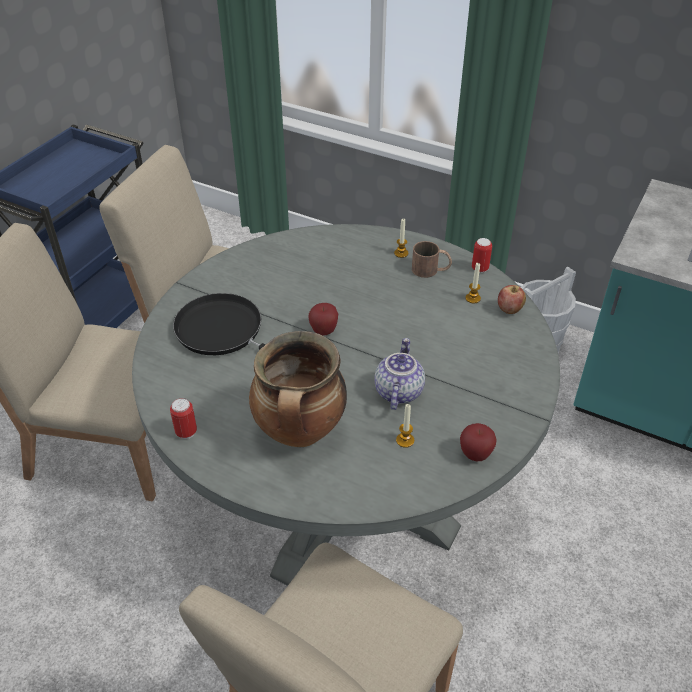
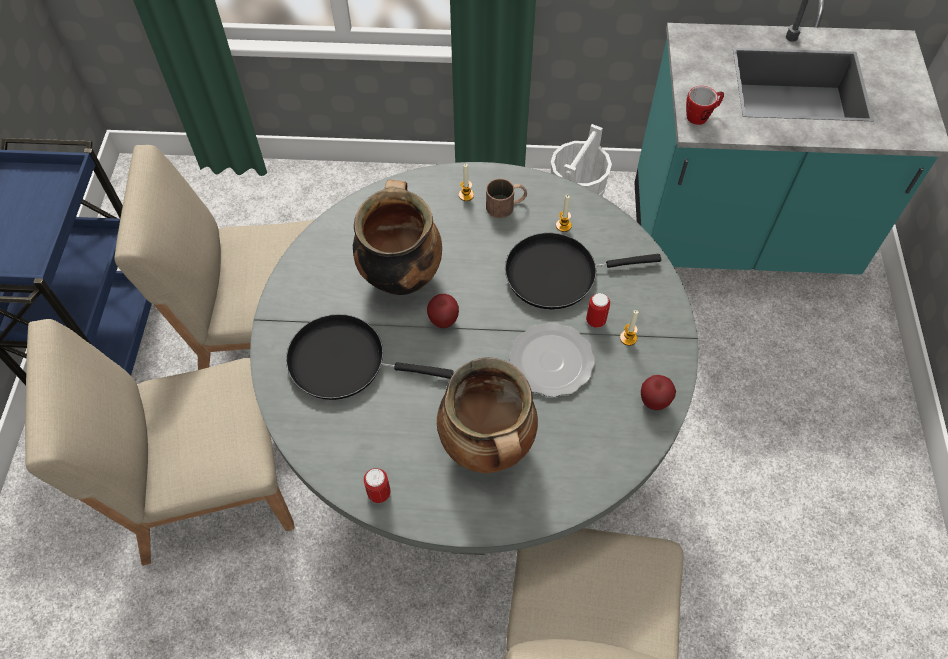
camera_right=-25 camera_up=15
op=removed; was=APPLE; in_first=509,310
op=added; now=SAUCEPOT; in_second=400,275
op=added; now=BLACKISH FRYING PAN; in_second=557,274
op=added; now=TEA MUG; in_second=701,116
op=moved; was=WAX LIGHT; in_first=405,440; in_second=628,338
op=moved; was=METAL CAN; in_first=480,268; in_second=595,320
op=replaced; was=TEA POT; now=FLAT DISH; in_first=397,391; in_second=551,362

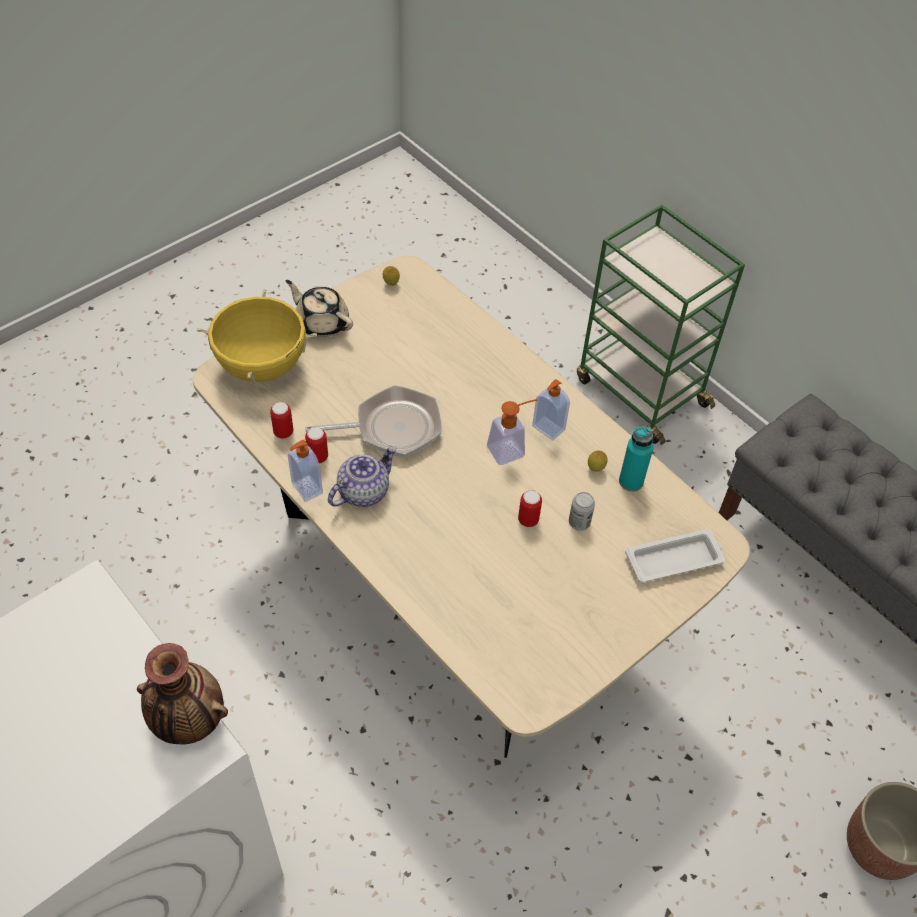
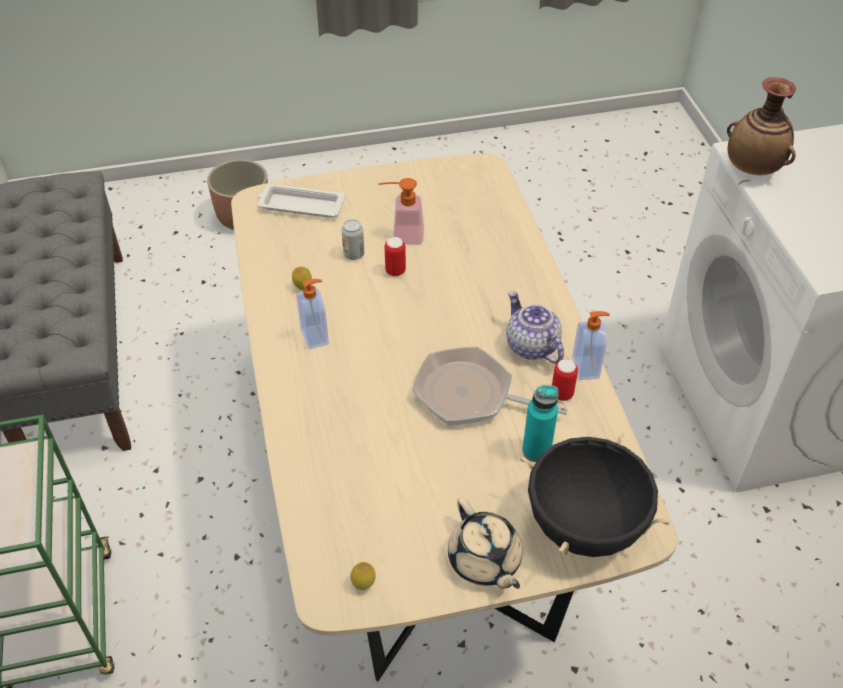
camera_right=-150 camera_up=-5
op=removed; was=METAL CAN; in_first=283,432
op=moved; was=SOAP DISPENSER; in_first=511,449; in_second=401,235
op=moved; was=BLUE-GREEN DRINK BOTTLE; in_first=631,481; in_second=536,451
op=recoloured; was=YELLOWISH SAUCEPOT; now=BLACKISH SAUCEPOT; in_first=262,366; in_second=584,526
op=turned; was=TEA POT; in_first=363,491; in_second=531,346; clockwise=75

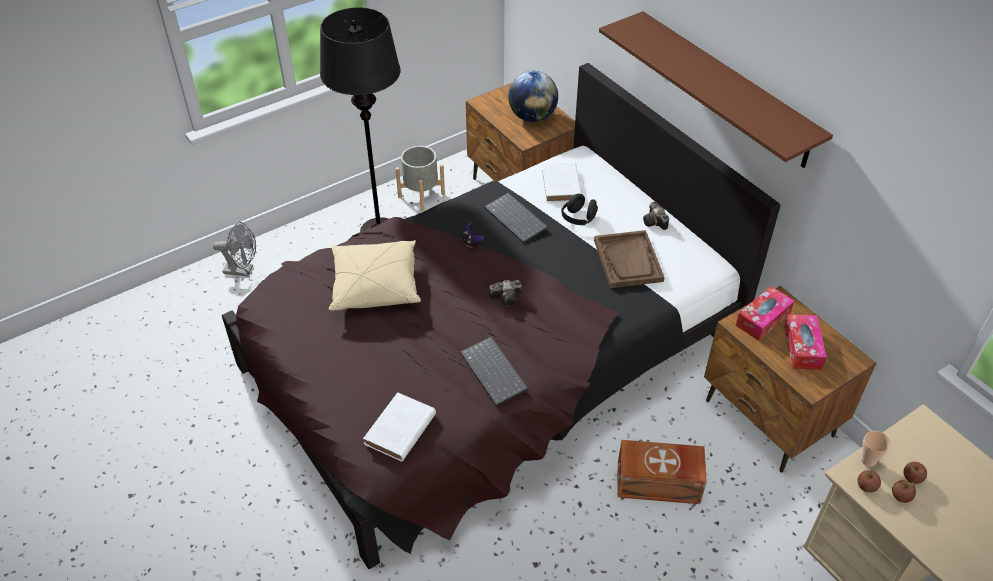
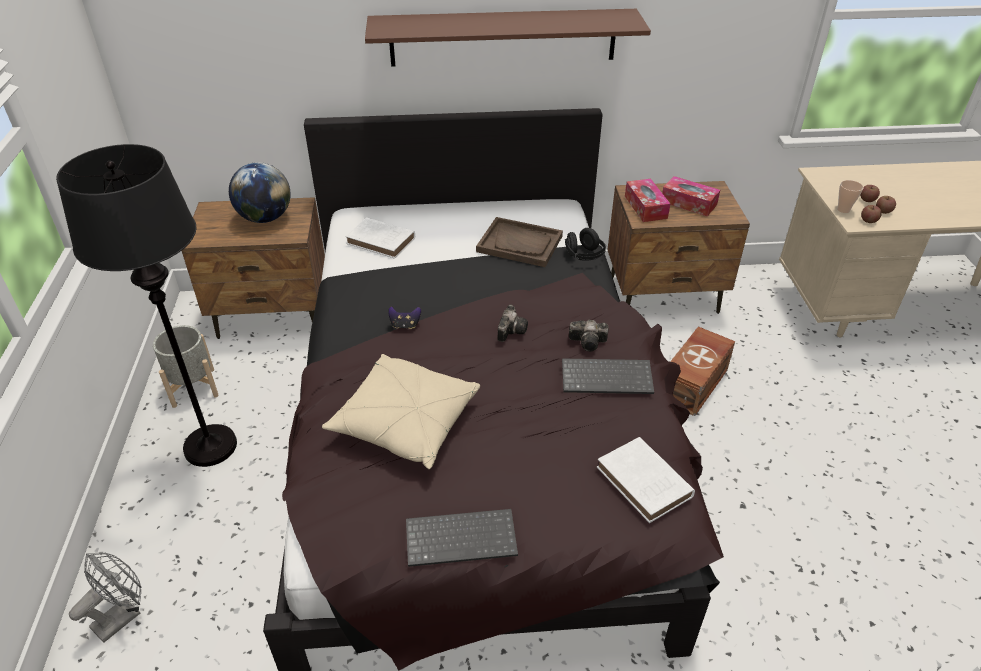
camera_right=-60 camera_up=-5
op=moved; was=PC KEYBOARD; in_first=517,219; in_second=462,537
op=moved; was=BLACKISH PAIR OF HEADPHONES; in_first=578,219; in_second=584,256
op=moved; was=STILL CAMERA; in_first=655,222; in_second=589,342

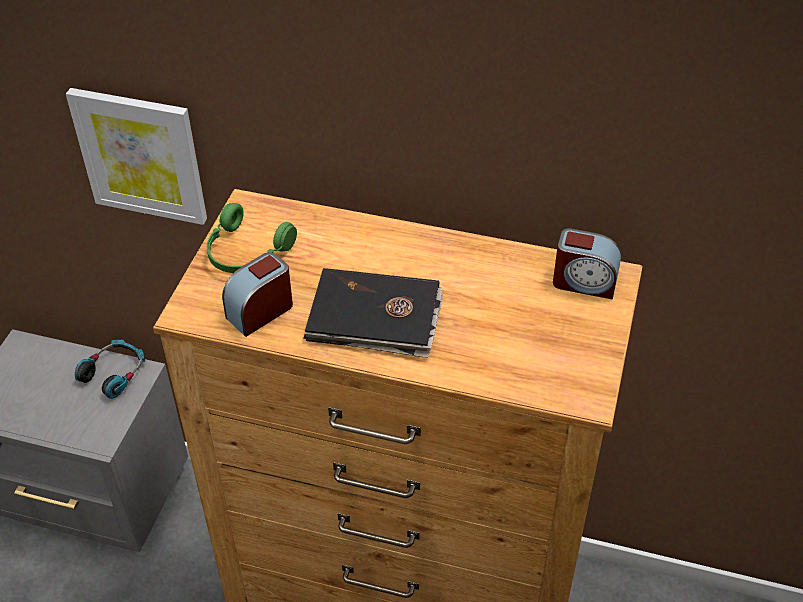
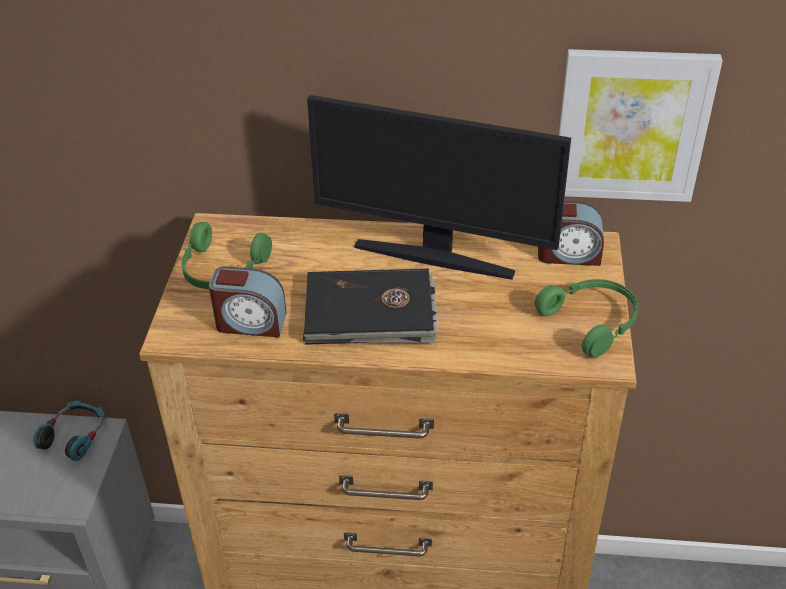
camera_right=-10 camera_up=-5
op=added; now=COMPUTER DISPLAY; in_second=435,256
op=added; now=GREEN PAIR OF HEADPHONES; in_second=592,321
op=moved; was=PICTURE; in_first=141,155; in_second=631,125
op=turned; was=ALARM CLOCK; in_first=260,311; in_second=250,323; clockwise=-120

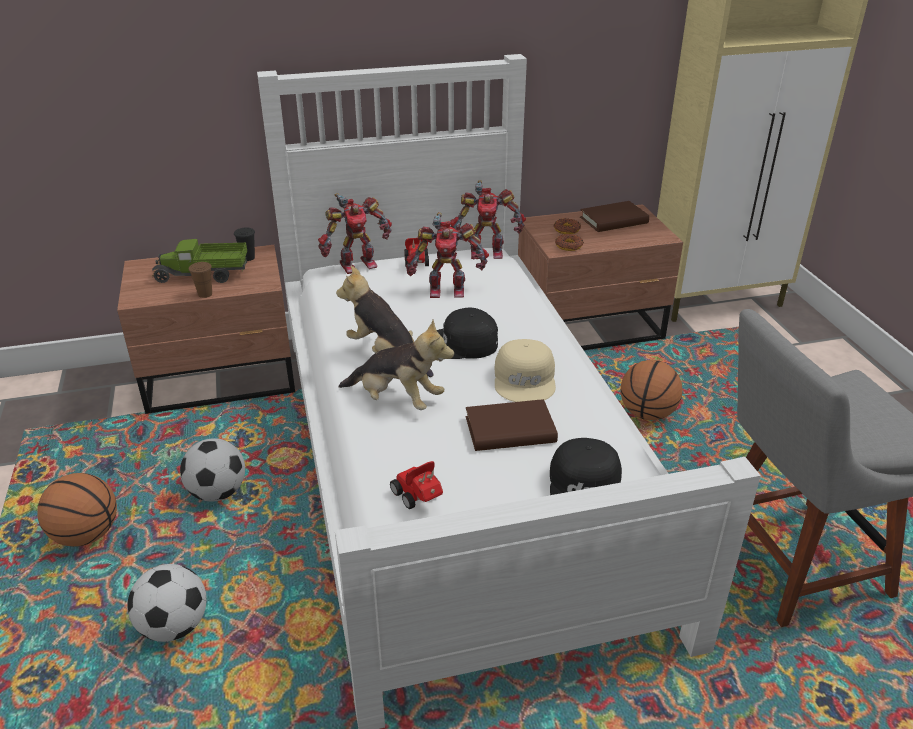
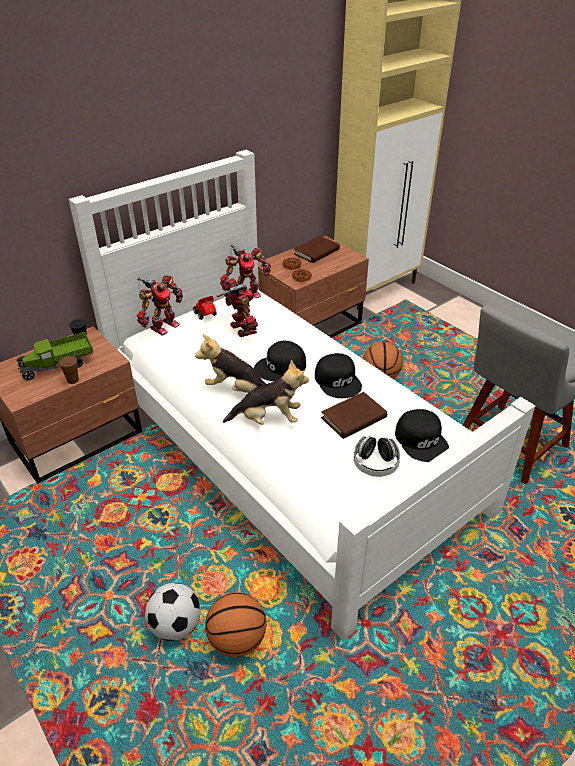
camera_right=-25 camera_up=5
op=removed; was=FOOTBALL BALL; in_first=218,493
op=removed; was=MODEL CAR; in_first=419,498
op=added; now=PAIR OF HEADPHONES; in_second=375,464
op=moved; was=BASKETBALL BALL; in_first=87,535; in_second=237,639
op=recoloured; was=SAND-COLOURED PEAKED CAP; now=BLACKISH PEAKED CAP; in_first=525,379; in_second=338,381
op=turned; was=TOY ROBOT; in_first=446,289; in_second=241,330; clockwise=-90

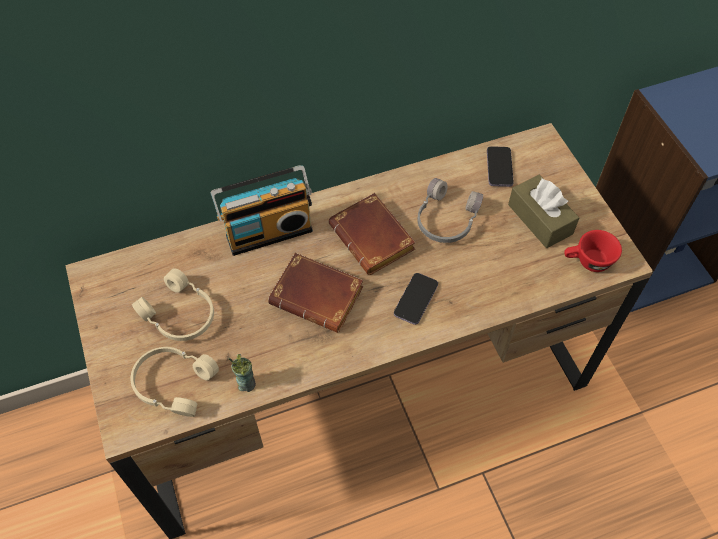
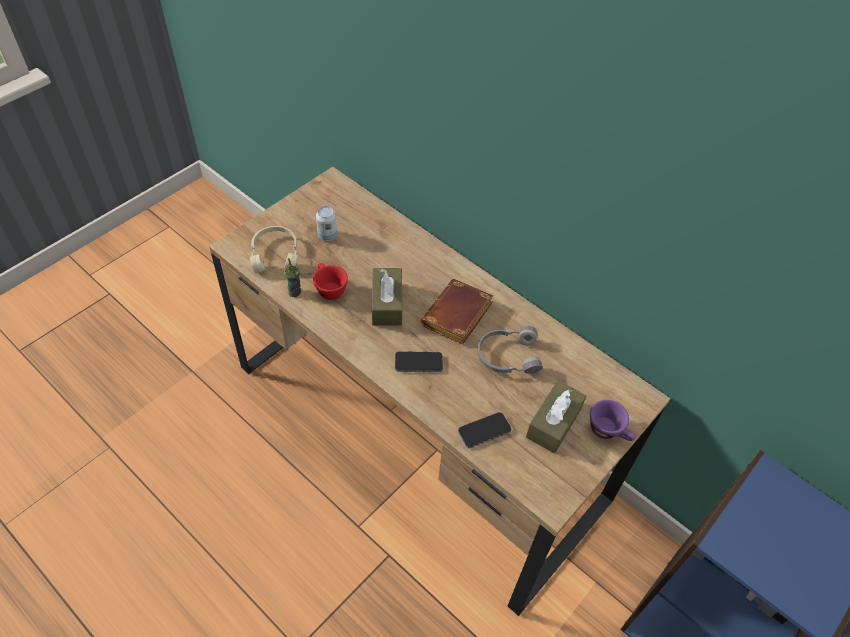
camera_right=60 camera_up=-5
op=removed; was=RADIO; in_first=268,231
op=added; now=PURPLE CUP; in_second=609,431
op=moved; was=TELEPHONE; in_first=499,168; in_second=484,431
op=moved; was=RED-COLOURED CUP; in_first=587,262; in_second=328,288
op=replaced; was=SAND-COLOURED PAIR OF HEADPHONES; now=METAL CAN; in_first=179,315; in_second=327,235
op=replaced; was=BROWN-COLOURED BOUND BOOK; now=BROWN-COLOURED TISSUE HOLDER; in_first=320,296; in_second=387,304

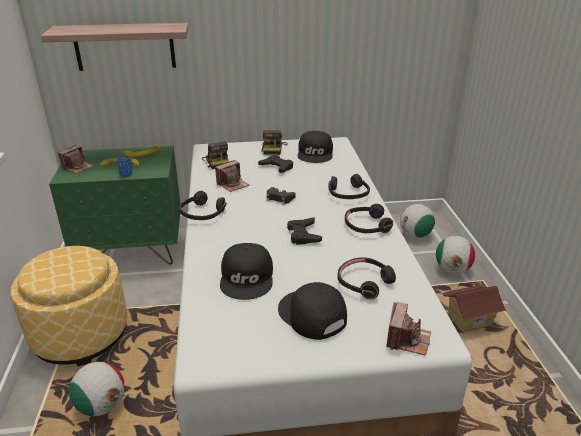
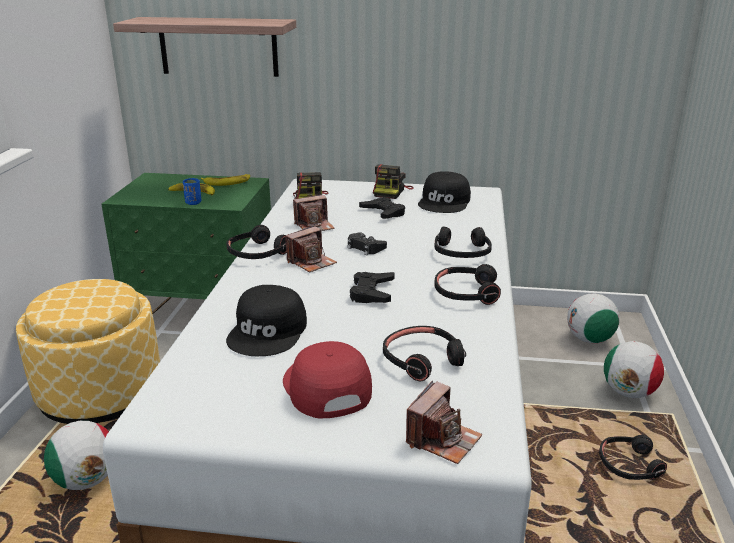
camera_right=15 camera_up=-5
op=moved; was=STILL CAMERA; in_first=78,167; in_second=311,262
op=replaced; was=TOY HOUSE; now=BLACKISH PAIR OF HEADPHONES; in_first=469,320; in_second=629,465
op=recoloured; was=BLACKISH PEAKED CAP; now=RED-COLOURED PEAKED CAP; in_first=311,315; in_second=325,387

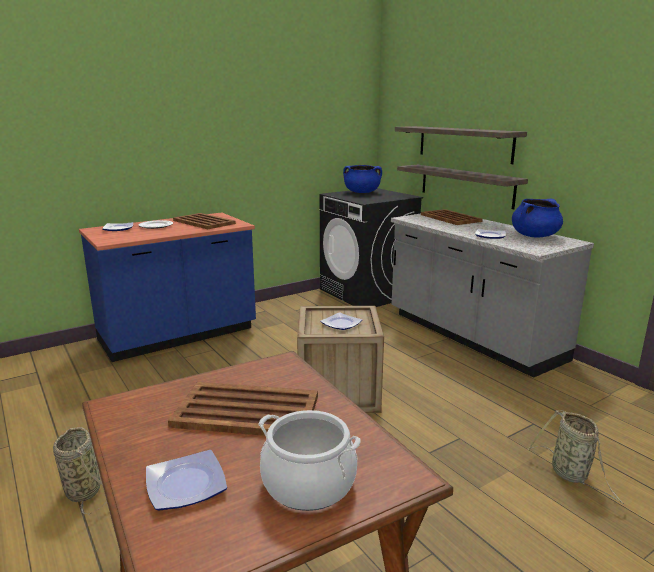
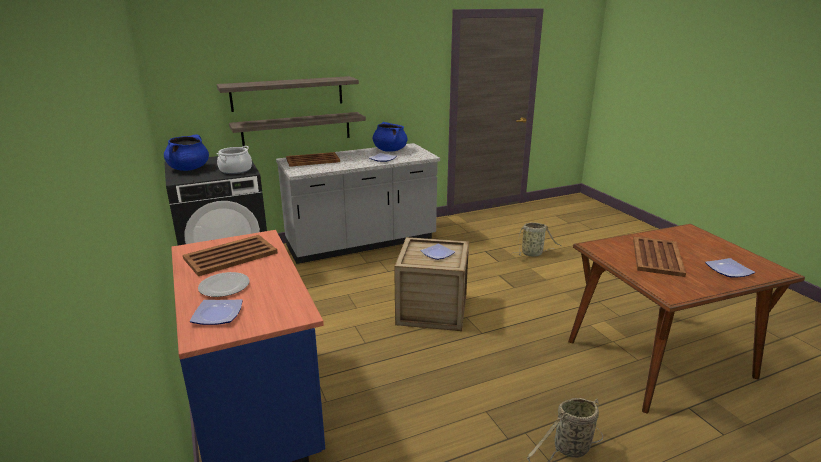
camera_right=-80 camera_up=5
op=moved; was=SAUCEPOT; in_first=308,484; in_second=236,170

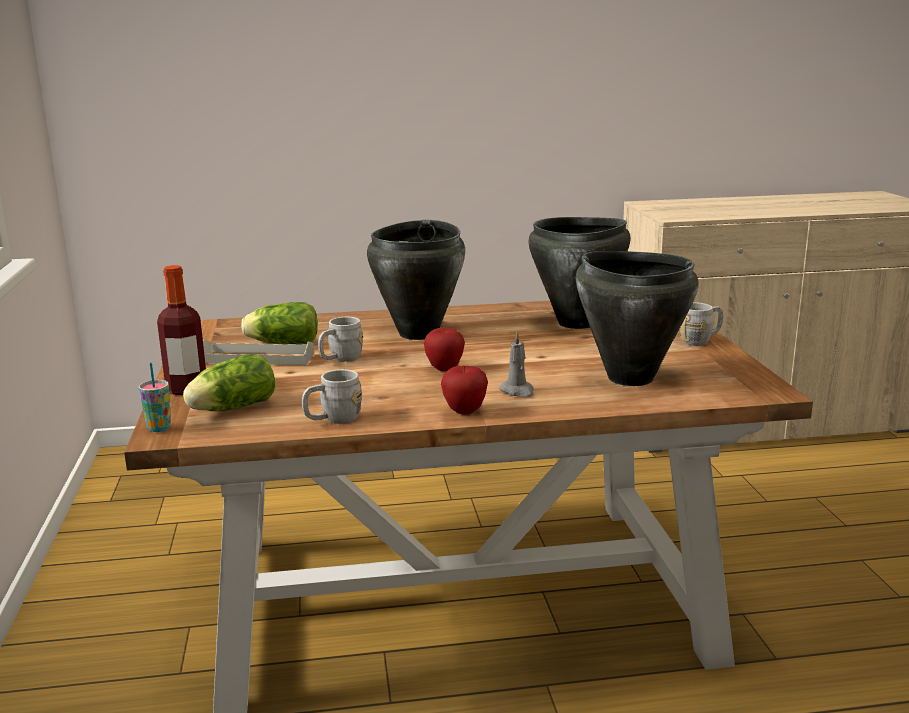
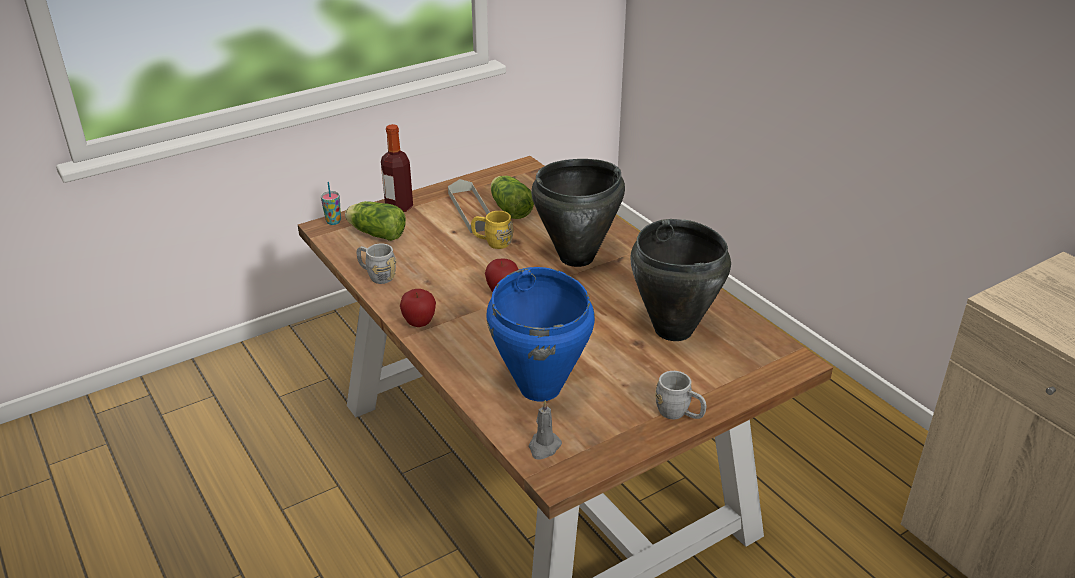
camera_right=65 camera_up=15
op=moved; was=GREY WAX LIGHT; in_first=518,391; in_second=544,447
op=recoloured; was=GREY TEA MUG; now=YELLOWISH TEA MUG; in_first=340,359; in_second=492,242
op=recoloured; was=BLACKISH SAUCEPOT; now=BLUE-COLOURED SAUCEPOT; in_first=629,378; in_second=541,387

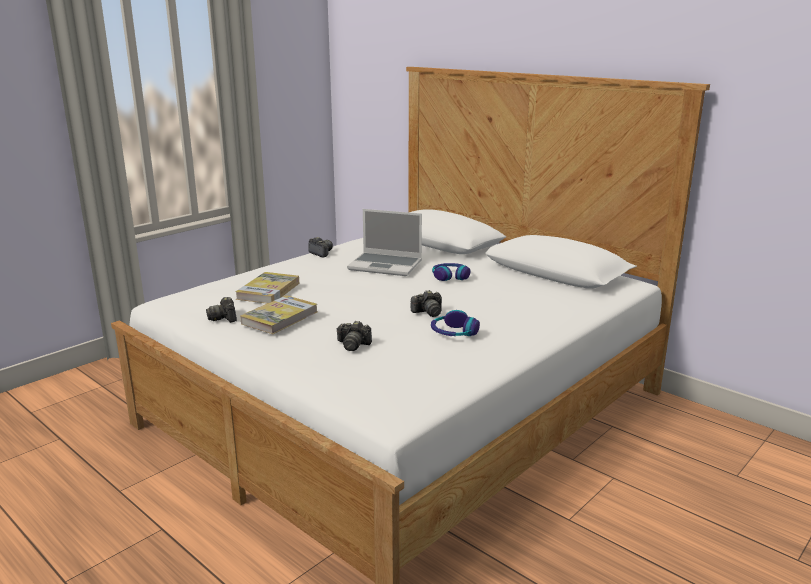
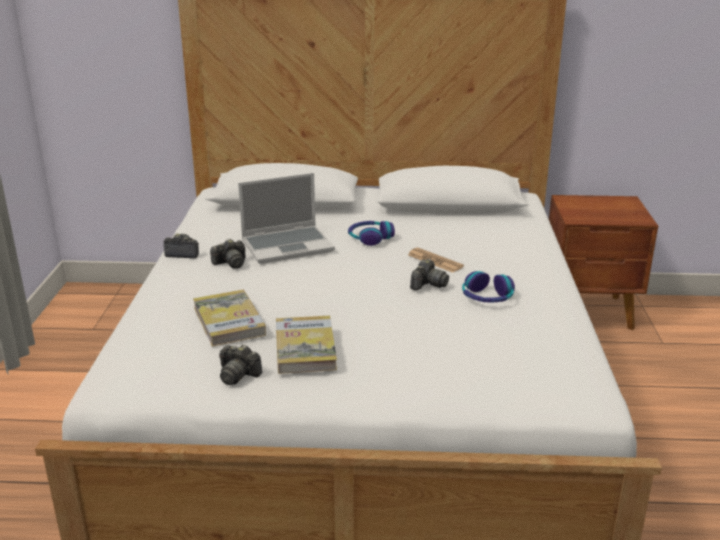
camera_right=-40 camera_up=5
op=added; now=PRINTED PAPER; in_second=435,261
op=added; now=BROWN-COLOURED BEDSIDE TABLE; in_second=589,313
op=moved; was=STILL CAMERA; in_first=353,345; in_second=231,263

